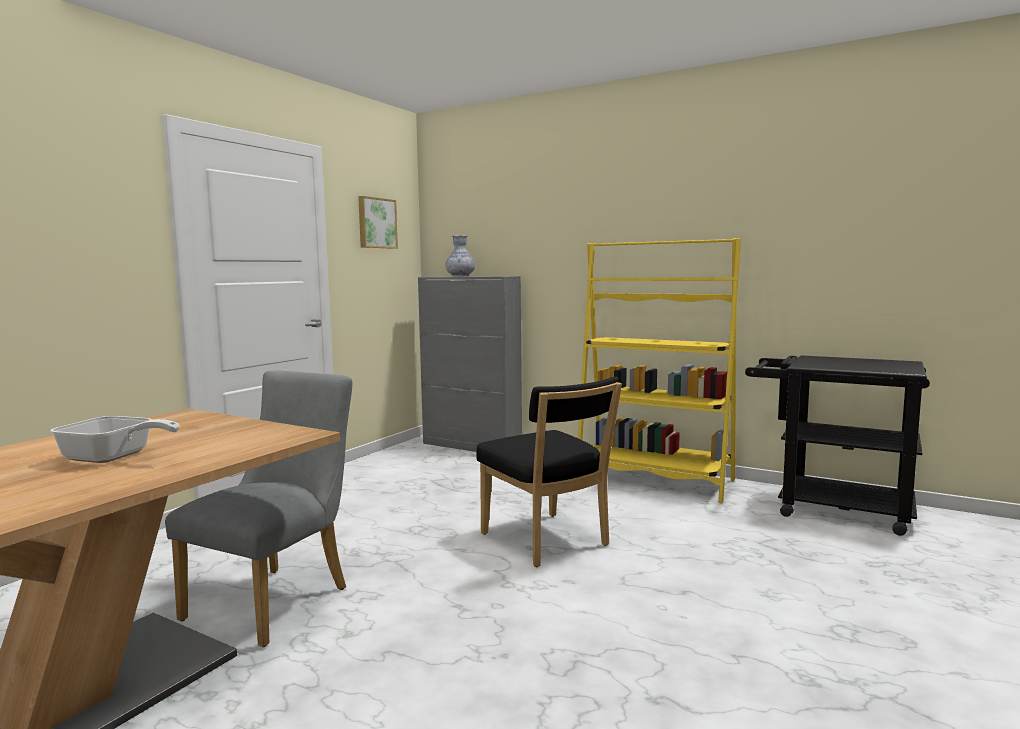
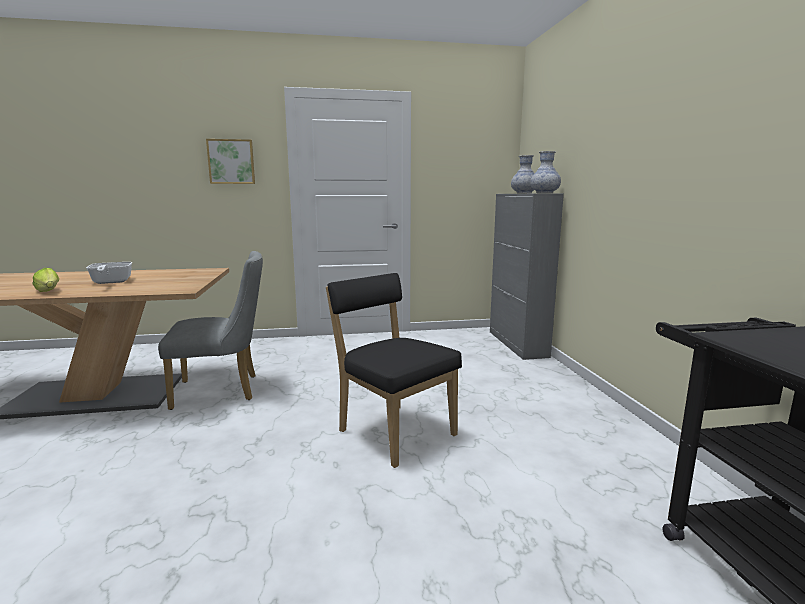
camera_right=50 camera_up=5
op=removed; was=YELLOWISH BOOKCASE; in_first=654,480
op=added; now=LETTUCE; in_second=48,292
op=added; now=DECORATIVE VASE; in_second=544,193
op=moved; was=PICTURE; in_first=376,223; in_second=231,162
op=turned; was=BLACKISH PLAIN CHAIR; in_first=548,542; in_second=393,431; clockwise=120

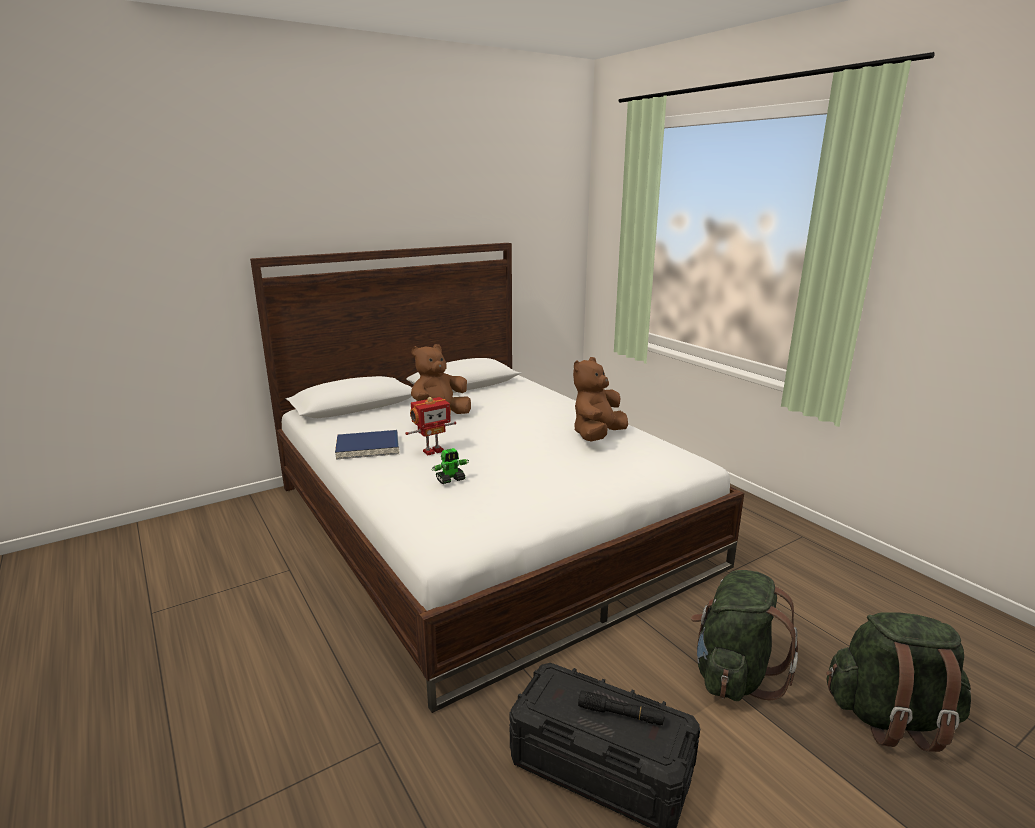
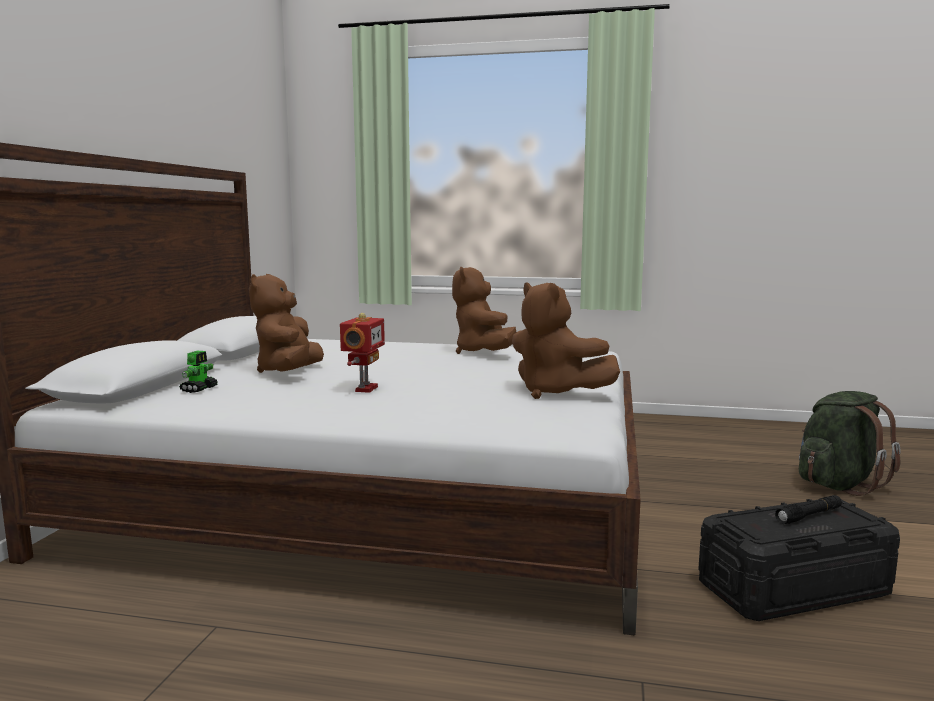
camera_right=-45 camera_up=-10
op=removed; was=BLUE-COLOURED BOUND BOOK; in_first=368,447
op=removed; was=GREEN KNAPSACK; in_first=733,674
op=added; now=BROWN-COLOURED PLUSH TOY; in_second=555,392
op=moved; was=TOY ROBOT; in_first=451,479; in_second=199,389

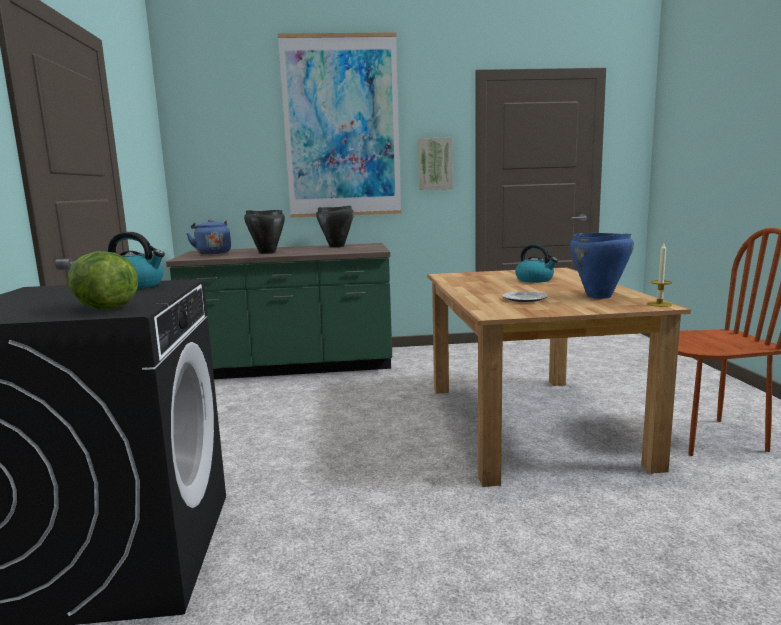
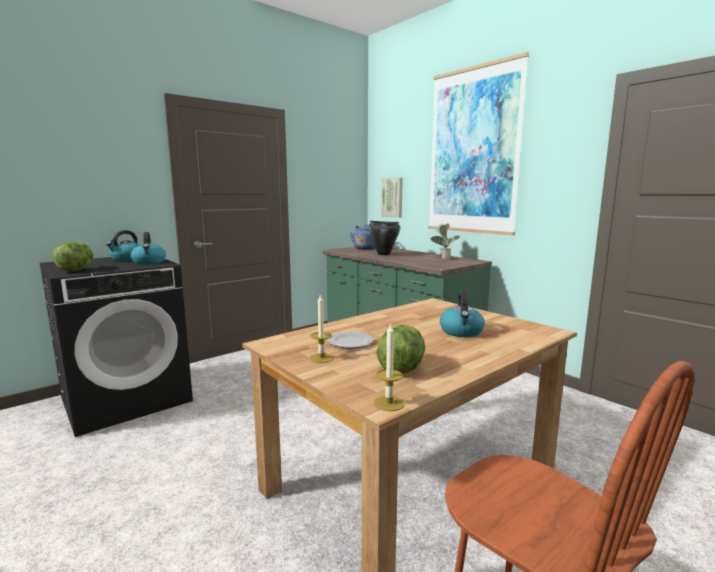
camera_right=55 camera_up=0
op=added; now=KETTLE; in_second=127,259
op=added; now=WAX LIGHT; in_second=321,358
op=moved; was=PICTURE; in_first=435,164; in_second=392,197
op=replaced; was=BLACKISH SAUCEPOT; now=POTTED PLANT; in_first=336,246; in_second=443,258
op=replaced; was=BLUE-COLOURED SAUCEPOT; now=LETTUCE; in_first=599,296; in_second=401,368

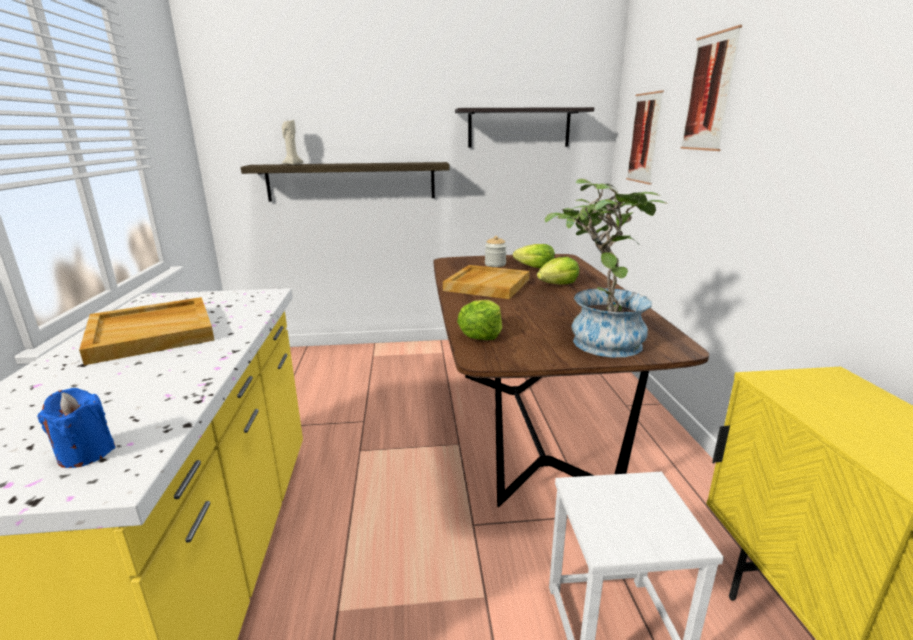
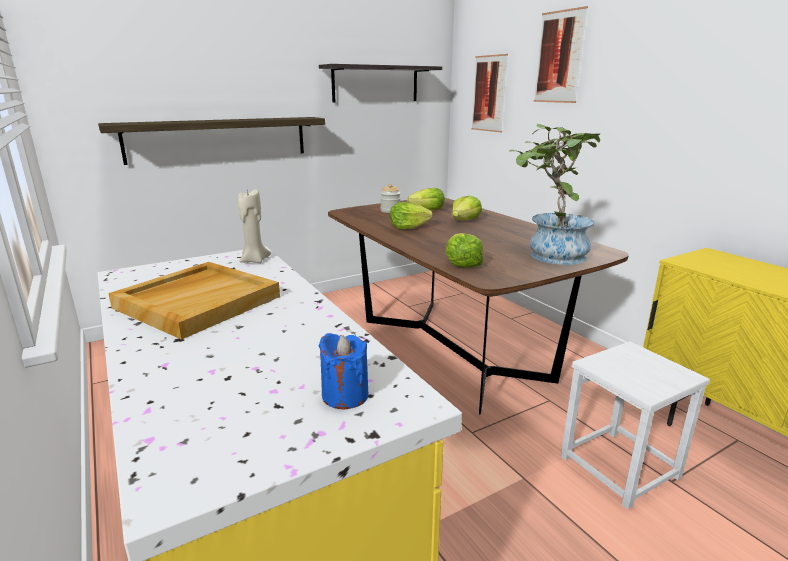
camera_right=-25 camera_up=0
op=moved; was=SAND-COLOURED WAX LIGHT; in_first=292,164; in_second=254,260
op=replaced; was=SAND-COLOURED SERVING TRAY; now=LETTUCE; in_first=487,284; in_second=408,227

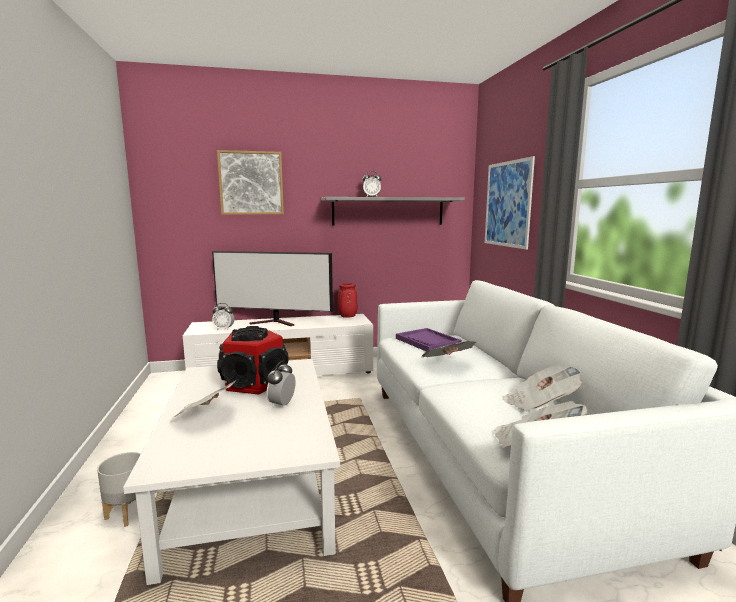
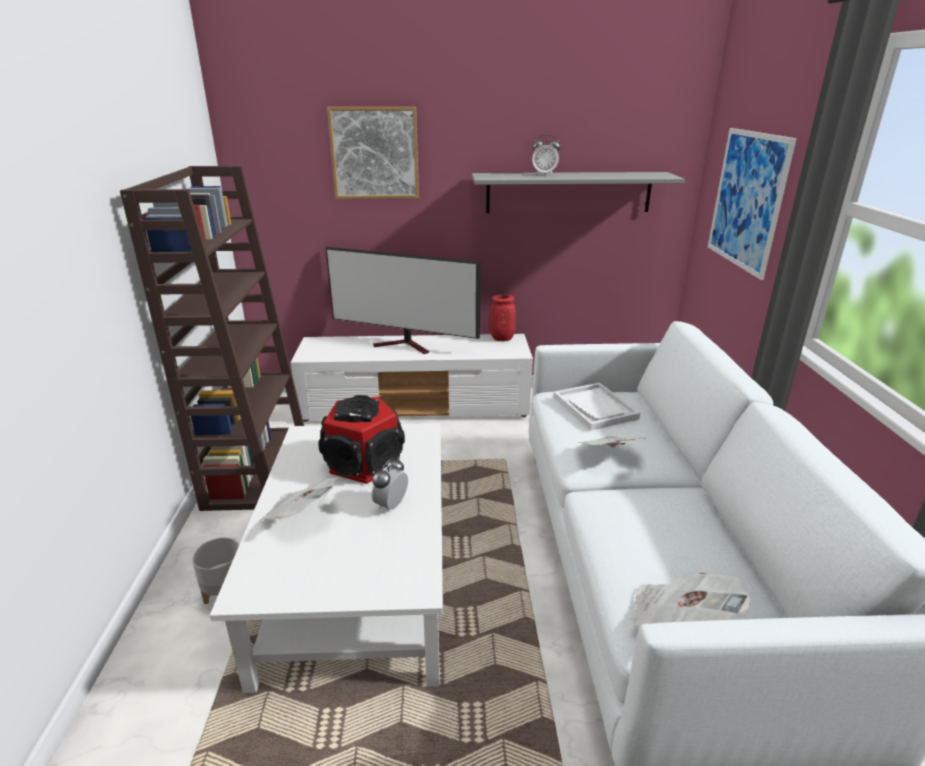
camera_right=10 camera_up=15
op=removed; was=ALARM CLOCK; in_first=224,329
op=removed; was=PRINTED PAPER; in_first=540,404
op=added; now=BROWN-COLOURED BOOKCASE; in_second=256,467
op=recoloured; was=PURPLE SERVING TRAY; now=WHITE-COLOURED SERVING TRAY; in_first=427,341; in_second=595,408

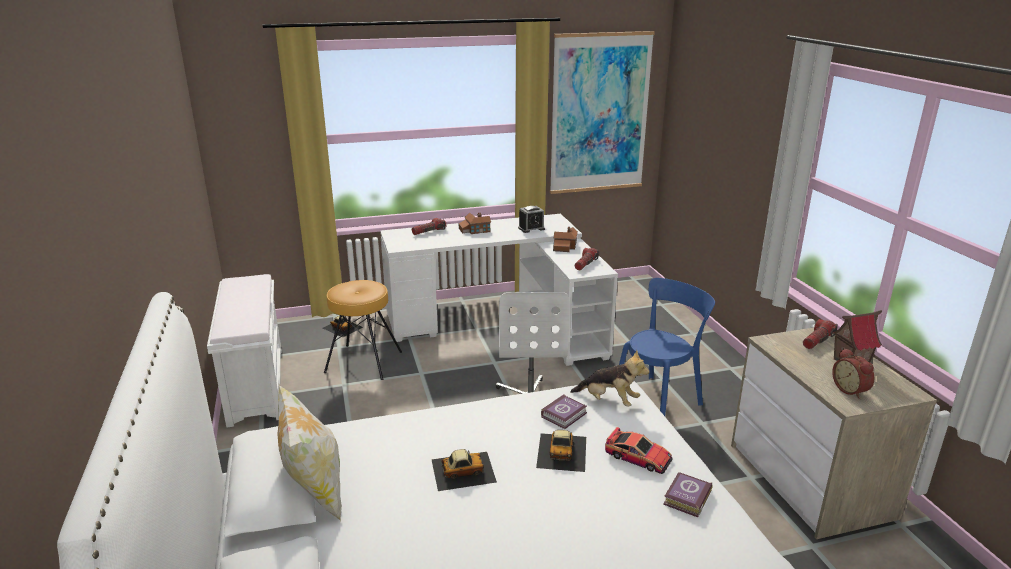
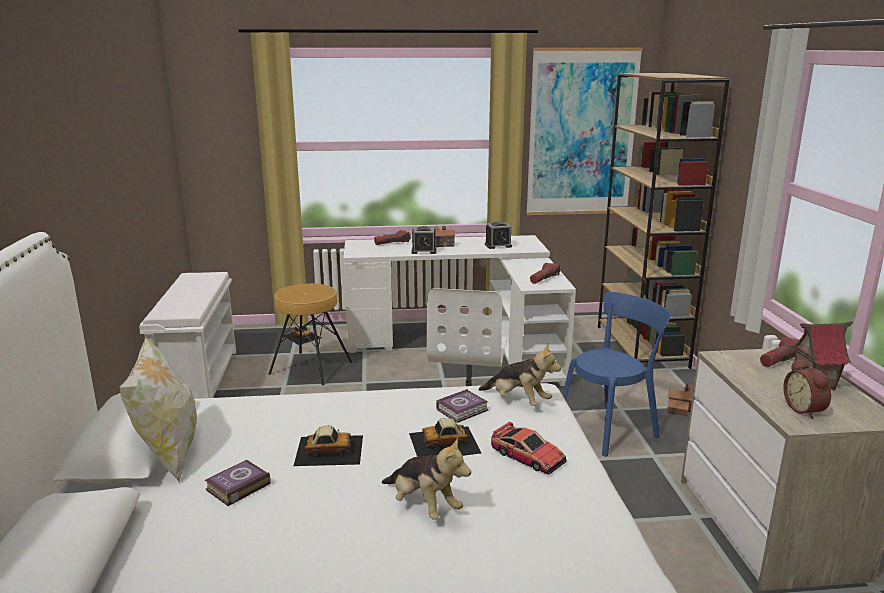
camera_right=10 camera_up=-5
op=added; now=PLUSH TOY; in_second=423,506
op=added; now=ALARM CLOCK; in_second=424,251
op=added; now=BROWN-COLOURED BOOKCASE; in_second=642,346
op=moved; was=TOY HOUSE; in_first=565,246; in_second=681,407
op=moved; was=BOUND BOOK; in_first=686,498; in_second=236,487
op=turned; was=MODEL CAR; in_first=562,451; in_second=445,443; clockwise=60

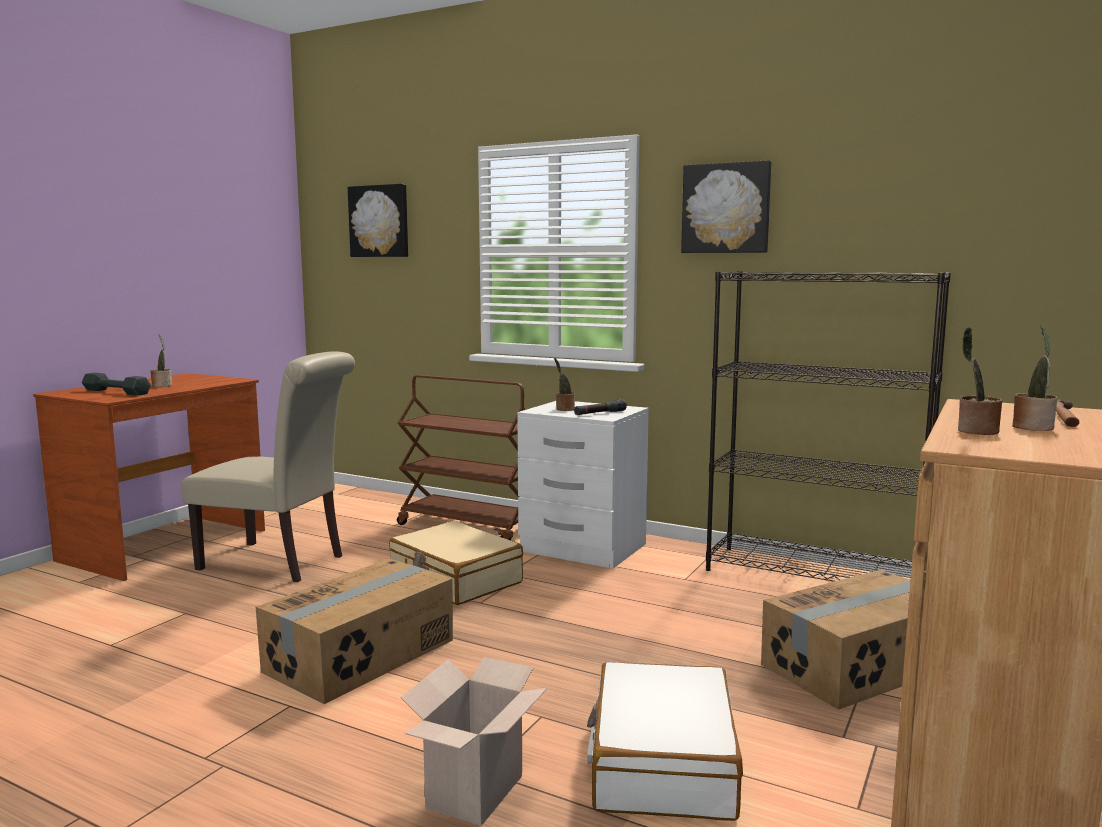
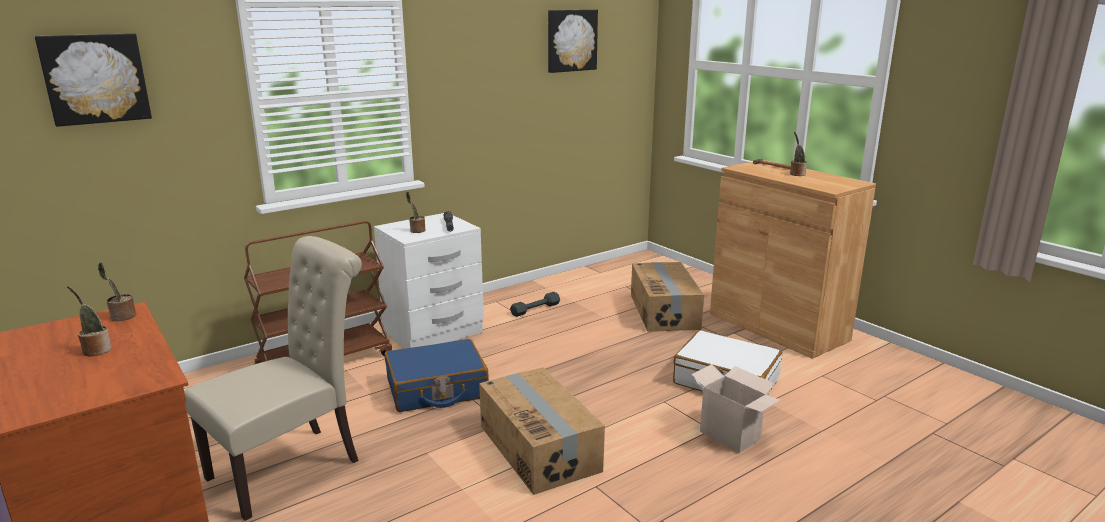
camera_right=-65 camera_up=10
op=removed; was=BLACKISH BOOKCASE; in_first=814,575
op=moved; was=GREY FREE WEIGHT; in_first=116,392; in_second=535,309
op=moved; was=PICTURE; in_first=726,208; in_second=571,40
op=moved; was=POTTED PLANT; in_first=975,431; in_second=122,317
op=recoloured; was=SAND-COLOURED SUITCASE; now=BLUE-COLOURED SUITCASE; in_first=455,579; in_second=437,389

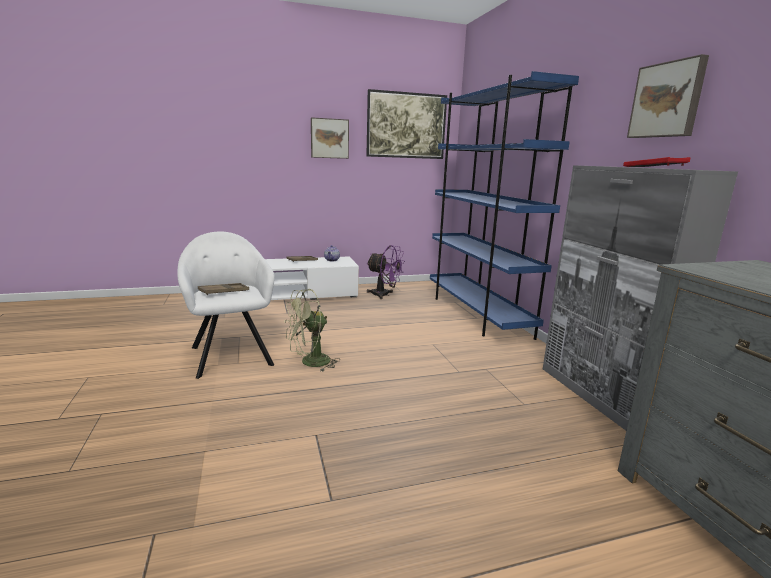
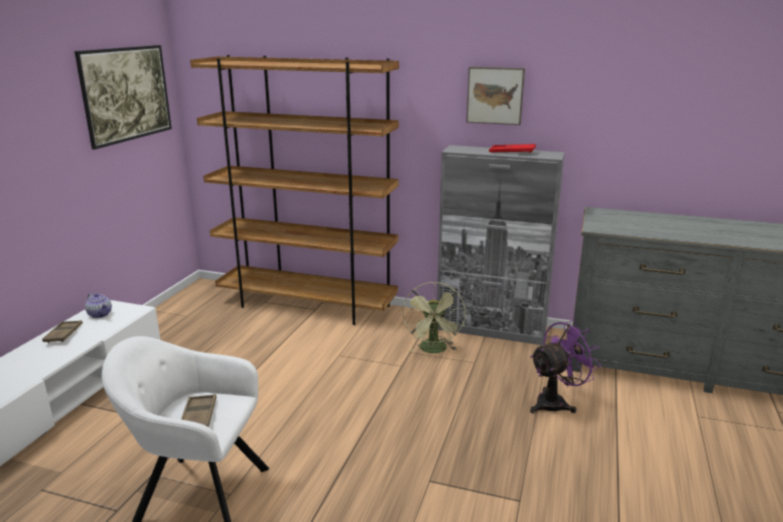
camera_right=-55 camera_up=5
op=removed; was=PICTURE; in_first=329,138
op=moved; was=GREEN COOLING FAN; in_first=310,363; in_second=434,350
op=moved; was=PURPLE COOLING FAN; in_first=384,295; in_second=556,402
op=recoloured; was=BLUE-COLOURED BOOKCASE; now=BROWN-COLOURED BOOKCASE; in_first=476,314; in_second=307,305

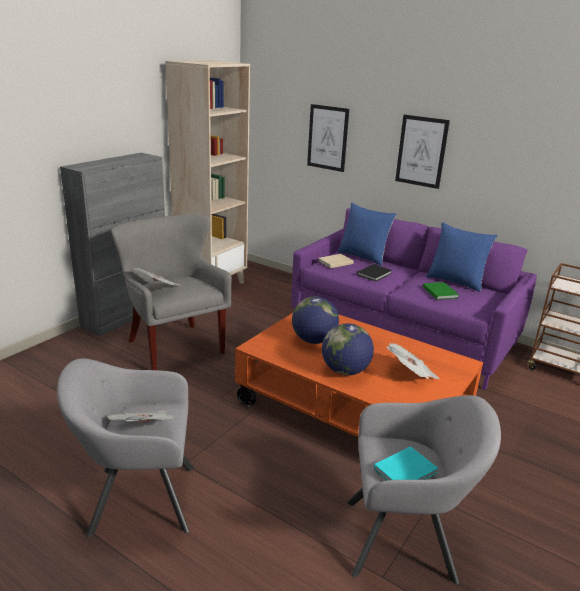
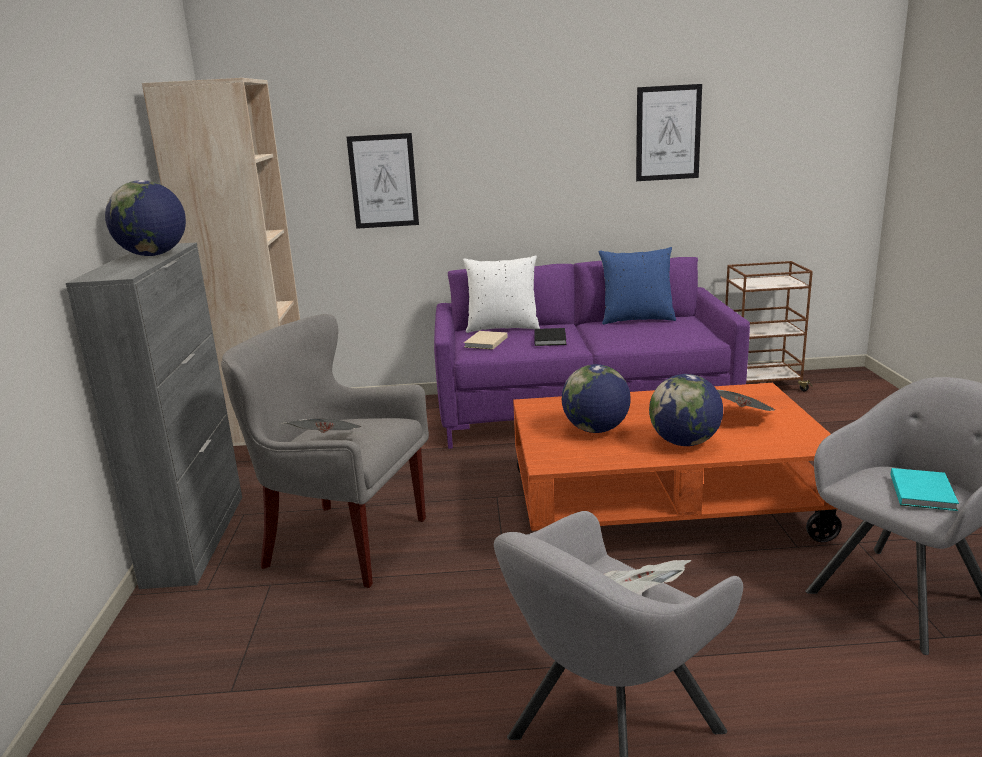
camera_right=-35 camera_up=-5
op=removed; was=GREEN BOUND BOOK; in_first=440,292
op=added; now=WORLD GLOBE; in_second=153,255
op=moved; was=PICTURE; in_first=421,151; in_second=668,133
op=recoloured; was=BLUE-COLOURED THROW PILLOW; now=WHITE-COLOURED THROW PILLOW; in_first=363,256; in_second=502,328

